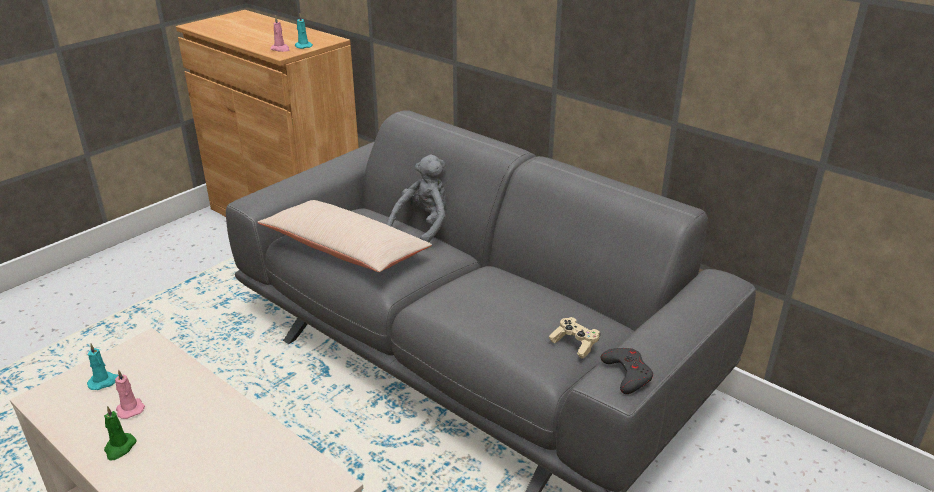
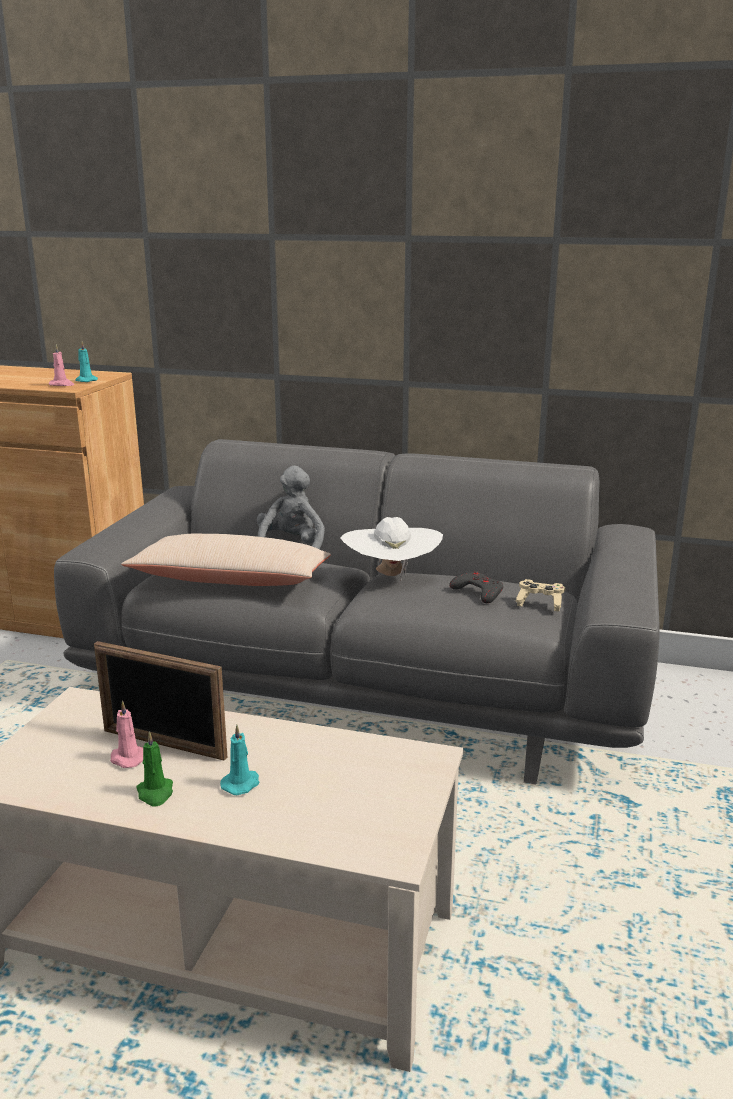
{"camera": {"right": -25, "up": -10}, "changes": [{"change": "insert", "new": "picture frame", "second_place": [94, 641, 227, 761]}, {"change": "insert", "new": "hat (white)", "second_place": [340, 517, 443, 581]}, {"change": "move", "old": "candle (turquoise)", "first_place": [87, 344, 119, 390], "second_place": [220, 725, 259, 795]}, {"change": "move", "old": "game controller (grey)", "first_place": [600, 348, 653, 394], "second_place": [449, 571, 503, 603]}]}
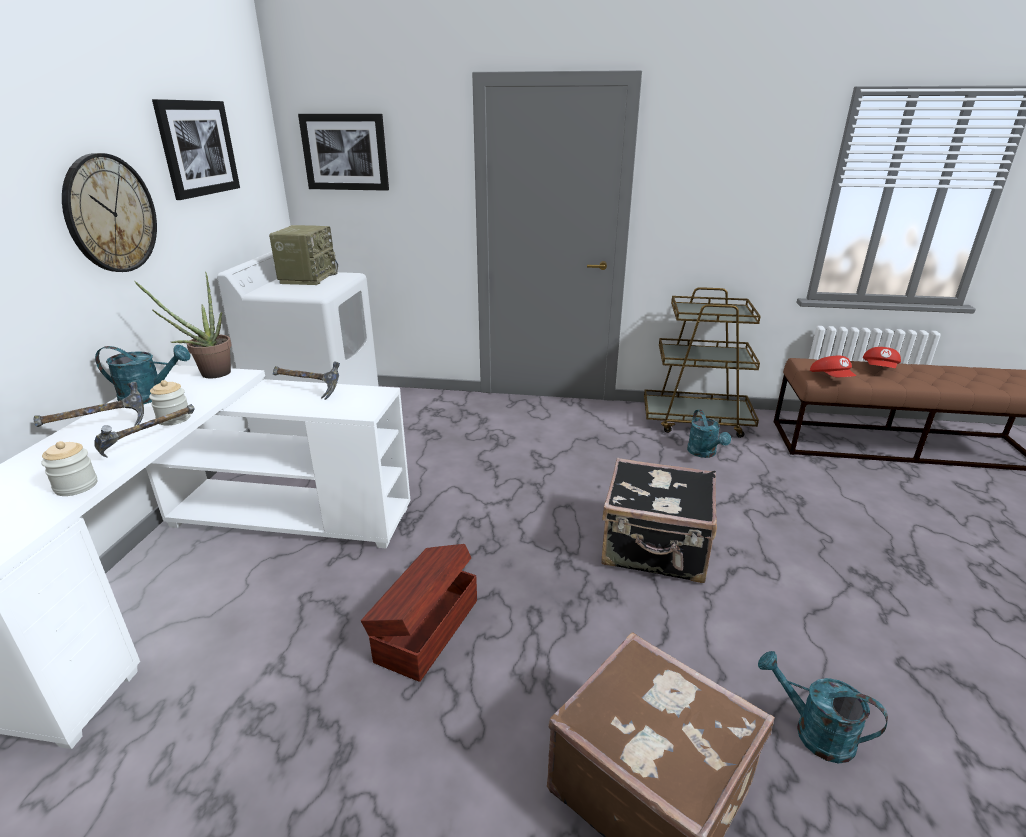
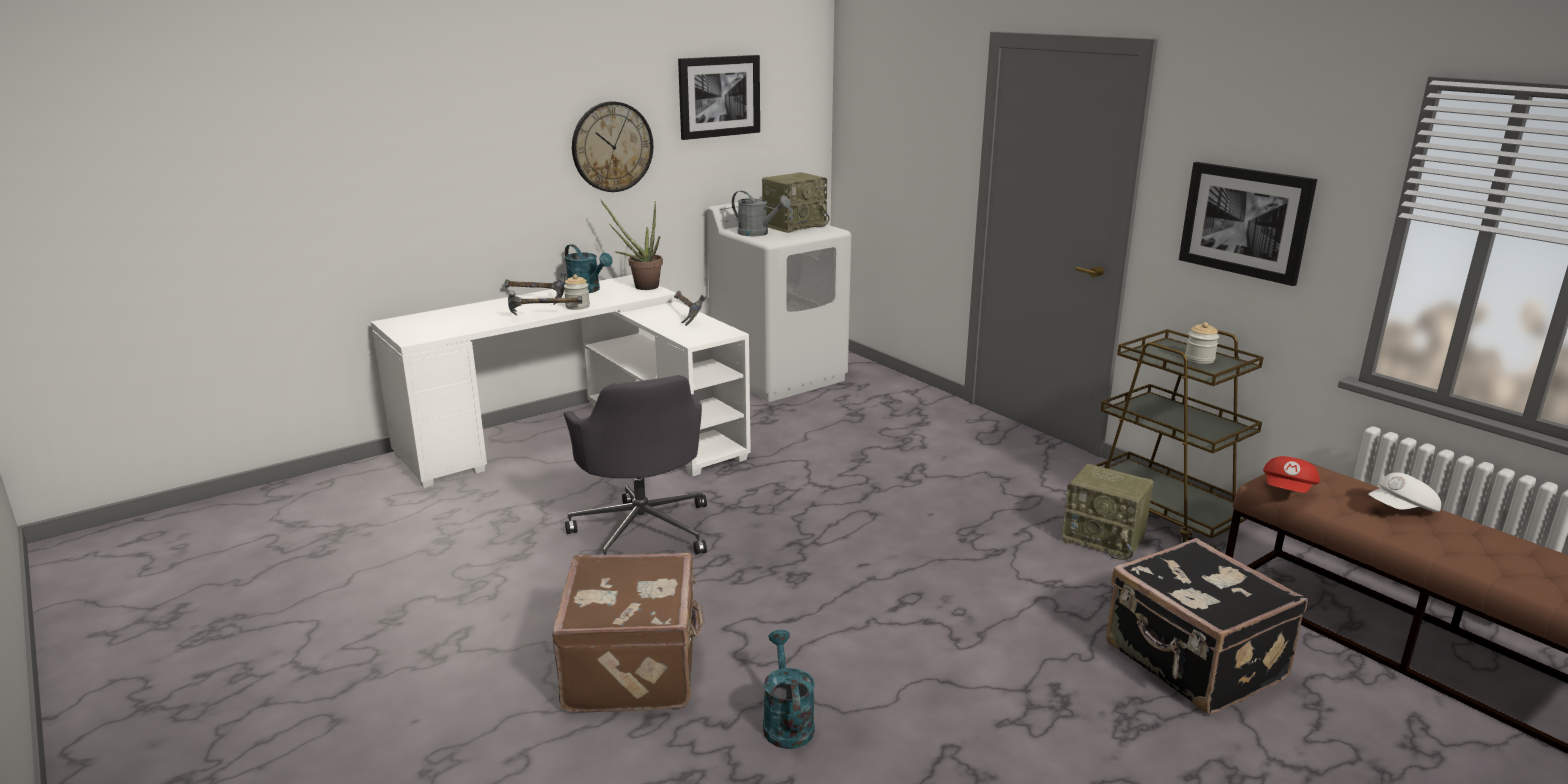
{"camera": {"right": 45, "up": -5}, "changes": [{"change": "insert", "new": "watering can (grey)", "second_place": [732, 191, 791, 236]}, {"change": "move", "old": "jar", "first_place": [42, 441, 97, 496], "second_place": [1185, 322, 1219, 364]}, {"change": "move", "old": "picture", "first_place": [298, 114, 389, 191], "second_place": [1179, 162, 1317, 286]}, {"change": "move", "old": "suitcase (black)", "first_place": [601, 458, 717, 583], "second_place": [1106, 538, 1308, 714]}, {"change": "replace", "old": "storage box (brown)", "new": "office chair (grey)", "first_place": [361, 544, 477, 682], "second_place": [563, 375, 707, 555]}, {"change": "replace", "old": "watering can (turquoise)", "new": "radio", "first_place": [687, 410, 731, 458], "second_place": [1062, 464, 1154, 561]}, {"change": "recolor", "old": "cap (red)", "new": "cap (white)", "first_place": [863, 347, 901, 368], "second_place": [1368, 472, 1441, 512]}]}
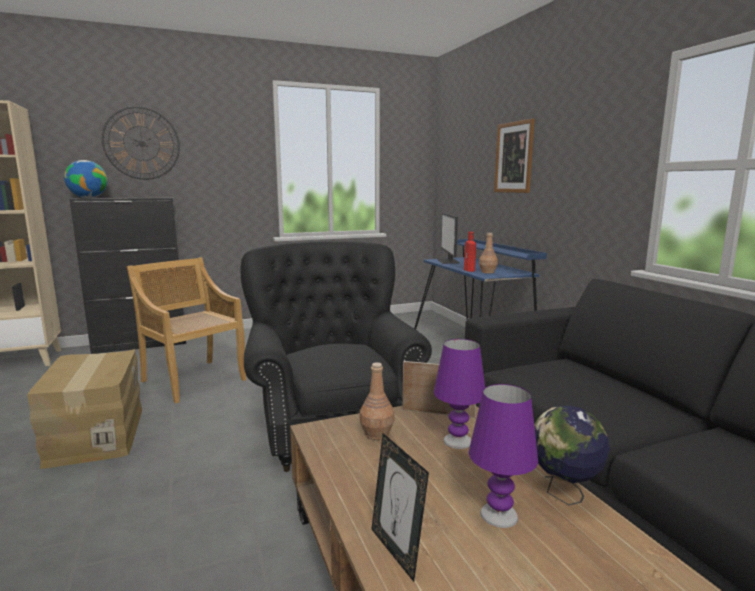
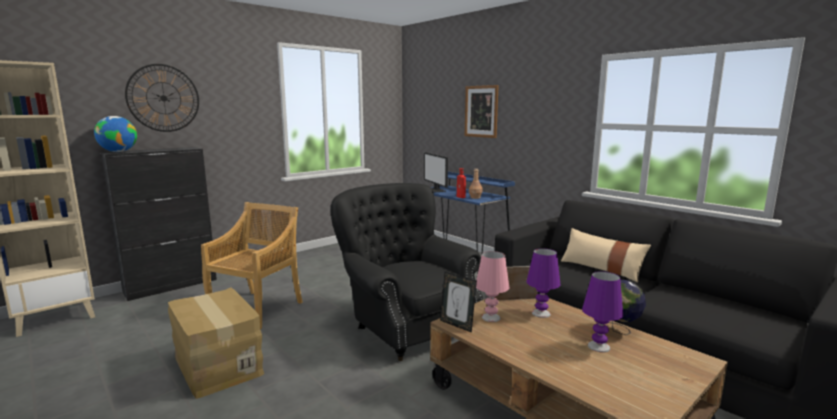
{"camera": {"right": -20, "up": 0}, "changes": [{"change": "insert", "new": "pillow (beige)", "second_place": [561, 228, 651, 282]}, {"change": "move", "old": "picture frame", "first_place": [371, 433, 429, 582], "second_place": [440, 272, 477, 333]}, {"change": "replace", "old": "bottle (brown)", "new": "table lamp (pink)", "first_place": [360, 362, 394, 440], "second_place": [476, 251, 509, 322]}, {"change": "rotate", "old": "chair (beige)", "first_place": [127, 257, 246, 403], "second_place": [201, 202, 303, 329], "degrees": 90}]}
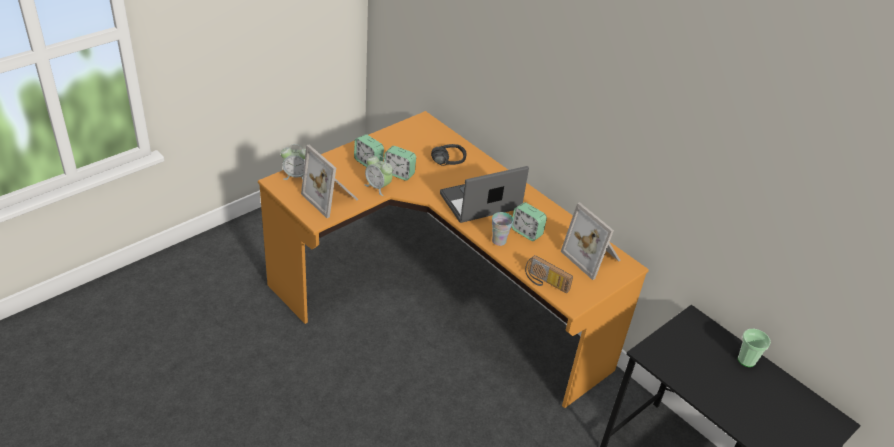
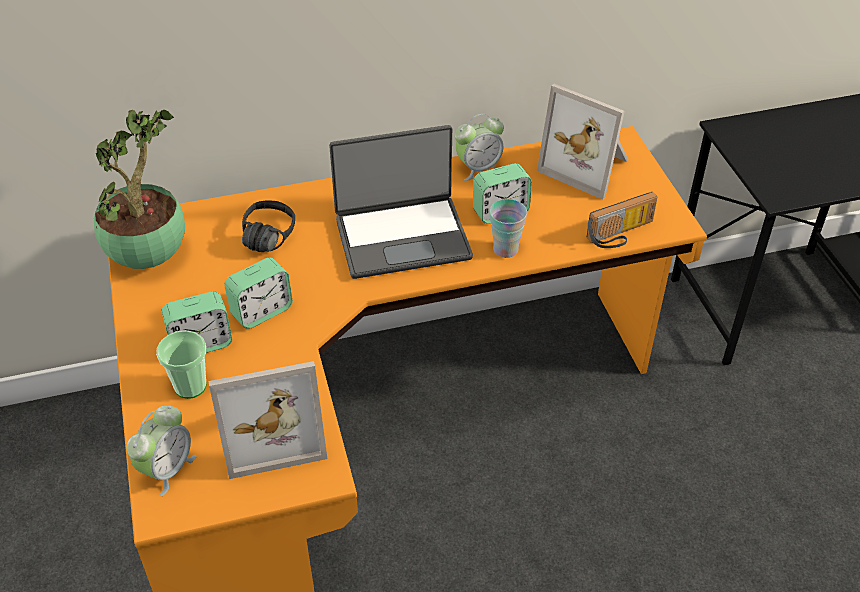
{"camera": {"right": -60, "up": 5}, "changes": [{"change": "insert", "new": "potted plant", "second_place": [94, 110, 185, 269]}, {"change": "move", "old": "alarm clock", "first_place": [365, 155, 393, 196], "second_place": [455, 114, 504, 181]}, {"change": "move", "old": "cup", "first_place": [738, 329, 771, 367], "second_place": [156, 330, 206, 399]}, {"change": "rotate", "old": "laptop", "first_place": [440, 166, 529, 223], "second_place": [329, 125, 473, 279], "degrees": -105}, {"change": "rotate", "old": "picture frame", "first_place": [560, 202, 621, 280], "second_place": [537, 84, 629, 200], "degrees": 45}]}
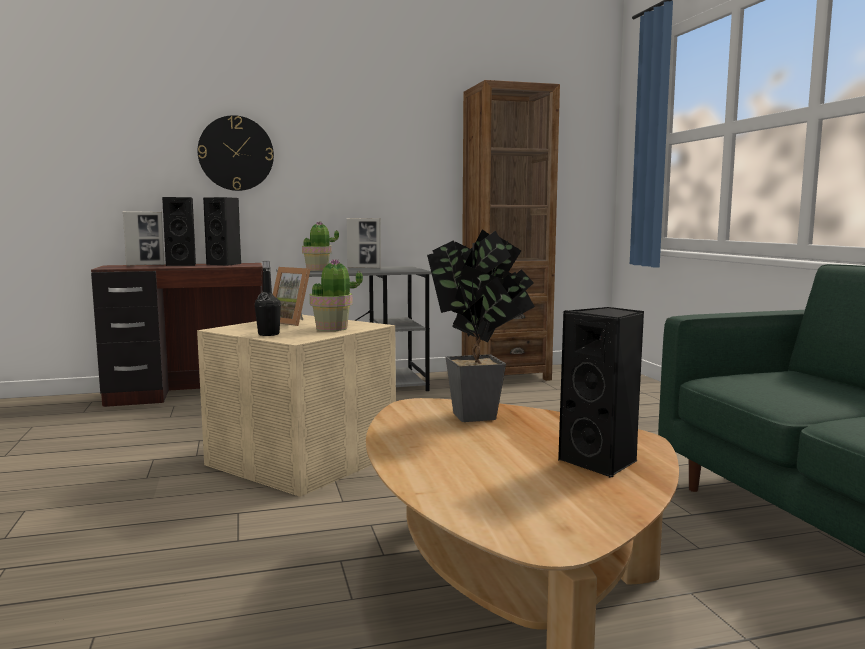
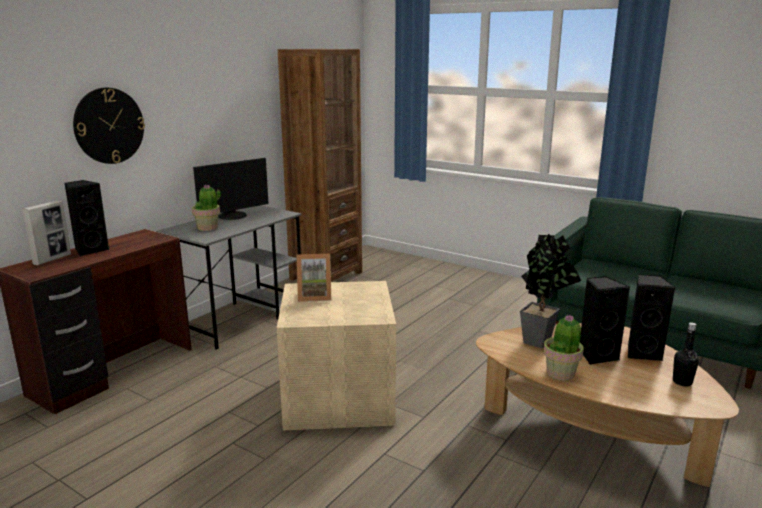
{"camera": {"right": -40, "up": 10}, "changes": [{"change": "move", "old": "speaker (black)", "first_place": [203, 197, 242, 266], "second_place": [580, 276, 630, 365]}, {"change": "move", "old": "bottle (black)", "first_place": [255, 261, 281, 336], "second_place": [673, 323, 699, 386]}, {"change": "move", "old": "potted plant", "first_place": [310, 259, 363, 331], "second_place": [544, 314, 584, 380]}, {"change": "replace", "old": "picture frame", "new": "monitor", "first_place": [347, 218, 381, 268], "second_place": [193, 158, 269, 220]}]}
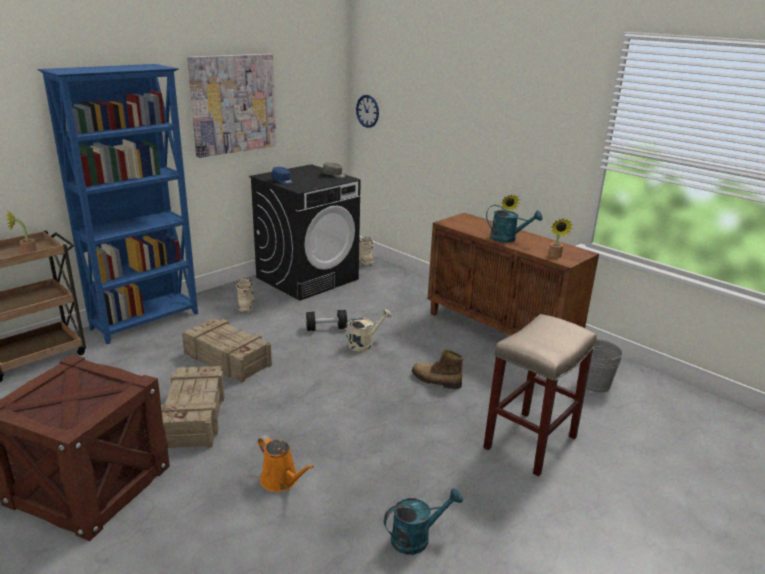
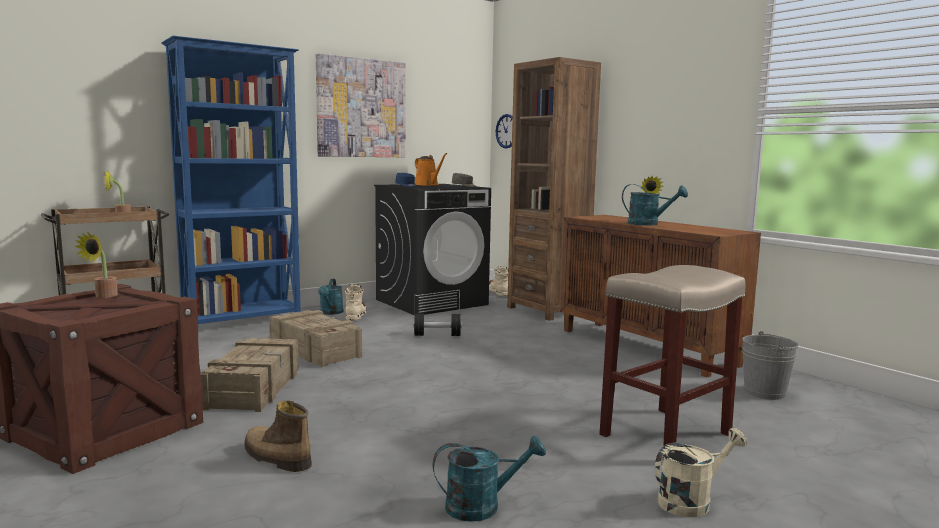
{"camera": {"right": 10, "up": -15}, "changes": [{"change": "insert", "new": "watering can (turquoise)", "second_place": [318, 279, 343, 315]}, {"change": "insert", "new": "bookcase (brown)", "second_place": [507, 57, 601, 321]}, {"change": "move", "old": "watering can (orange)", "first_place": [258, 435, 314, 492], "second_place": [415, 153, 447, 186]}, {"change": "move", "old": "watering can (beige)", "first_place": [345, 309, 391, 352], "second_place": [655, 428, 747, 517]}, {"change": "move", "old": "boot", "first_place": [412, 350, 463, 389], "second_place": [244, 401, 312, 472]}, {"change": "move", "old": "potted plant", "first_place": [549, 218, 573, 258], "second_place": [74, 232, 118, 298]}]}
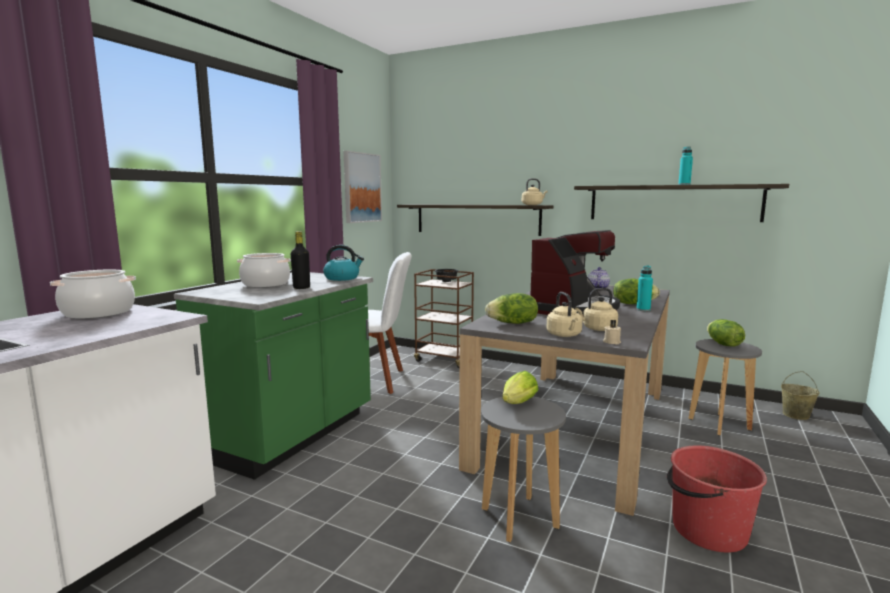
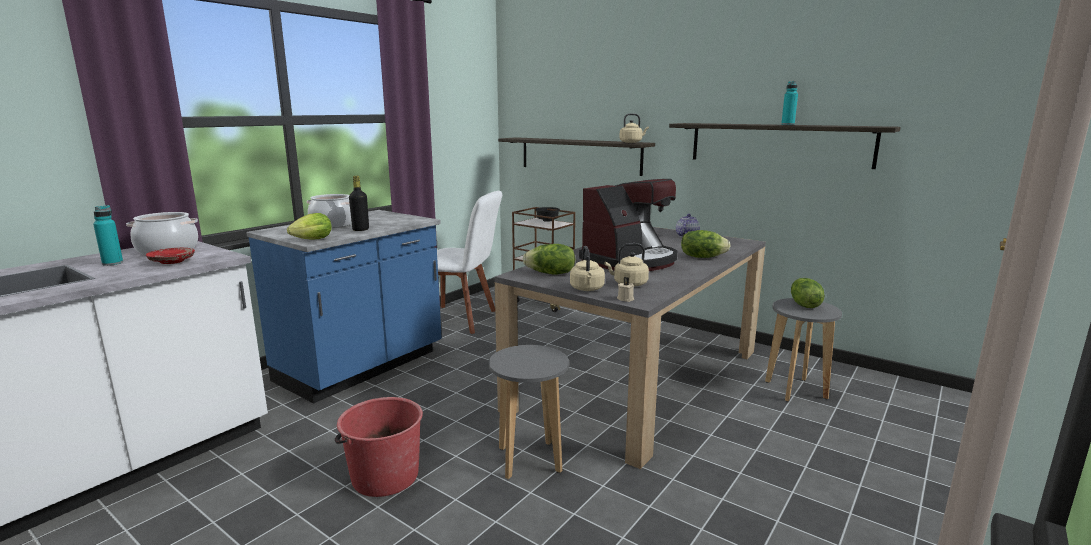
{"camera": {"right": 10, "up": 5}, "changes": [{"change": "delete", "old": "kettle", "first_place": [323, 245, 364, 281]}, {"change": "delete", "old": "picture", "first_place": [344, 151, 382, 223]}, {"change": "delete", "old": "bucket (beige)", "first_place": [781, 371, 820, 420]}, {"change": "insert", "new": "plate (red)", "second_place": [146, 248, 195, 264]}, {"change": "move", "old": "lettuce", "first_place": [502, 371, 539, 404], "second_place": [287, 213, 332, 240]}, {"change": "move", "old": "bottle (turquoise)", "first_place": [636, 266, 653, 311], "second_place": [93, 205, 123, 266]}, {"change": "move", "old": "bucket (red)", "first_place": [667, 445, 767, 552], "second_place": [335, 397, 423, 497]}, {"change": "recolor", "old": "counter (green)", "new": "counter (blue)", "first_place": [174, 272, 373, 480], "second_place": [246, 210, 442, 403]}]}
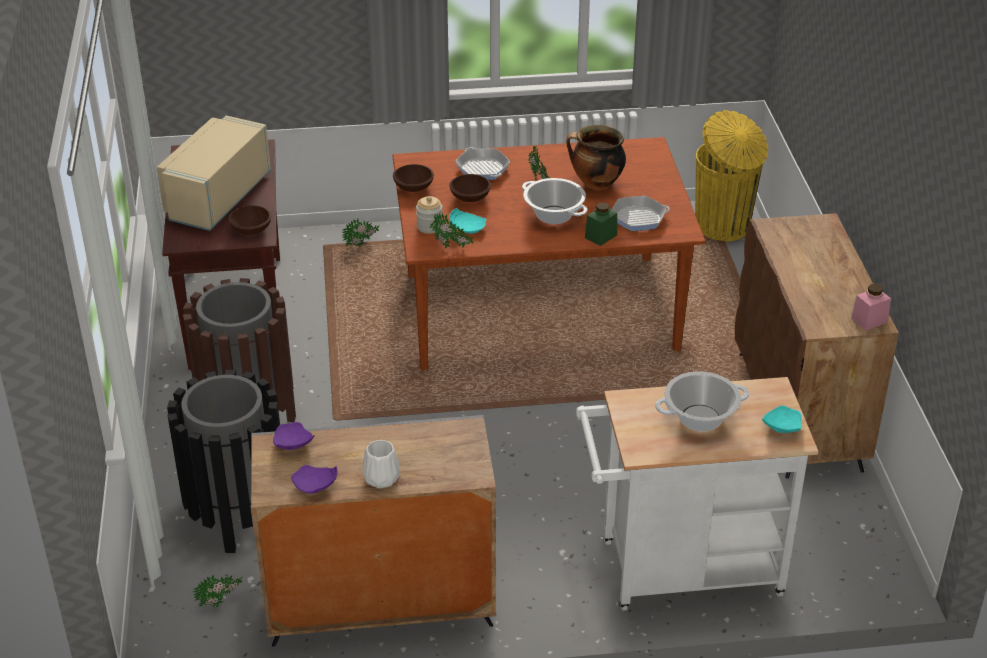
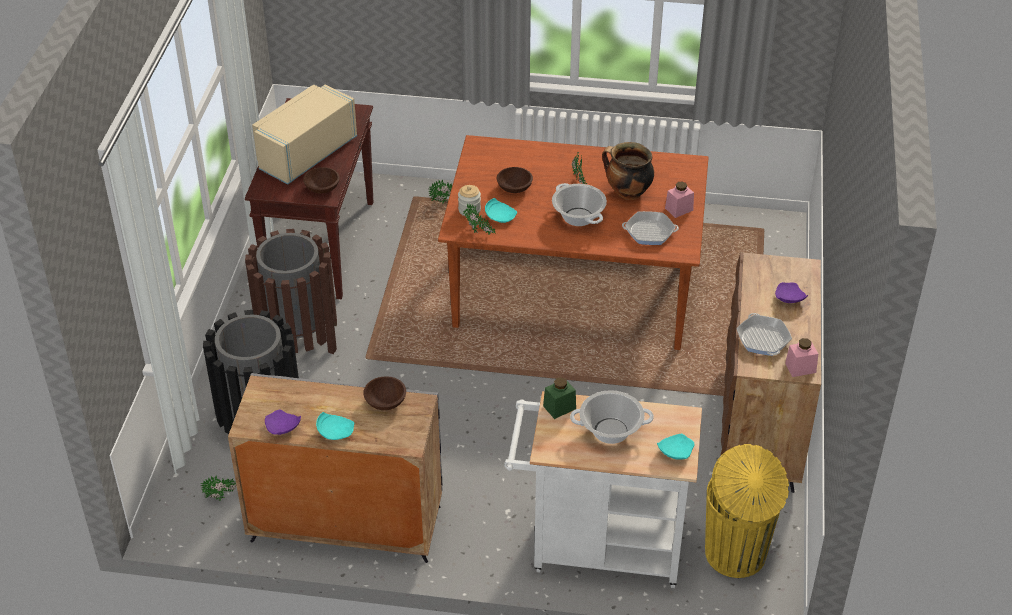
{"camera": {"right": 15, "up": 5}, "changes": [{"change": "insert", "new": "jar (pink)", "second_place": [665, 181, 694, 218]}, {"change": "move", "old": "plate (purple)", "first_place": [273, 422, 314, 450], "second_place": [775, 282, 808, 303]}, {"change": "move", "old": "bowl (brown)", "first_place": [393, 164, 434, 192], "second_place": [363, 376, 406, 410]}, {"change": "move", "old": "frying pan", "first_place": [455, 147, 510, 180], "second_place": [736, 313, 792, 356]}, {"change": "move", "old": "jar (green)", "first_place": [585, 202, 617, 246], "second_place": [543, 377, 576, 419]}, {"change": "move", "old": "trash can (yellow)", "first_place": [695, 110, 768, 242], "second_place": [705, 444, 789, 578]}, {"change": "replace", "old": "vase (white)", "new": "plate (turquoise)", "first_place": [362, 440, 400, 488], "second_place": [316, 412, 354, 440]}]}
